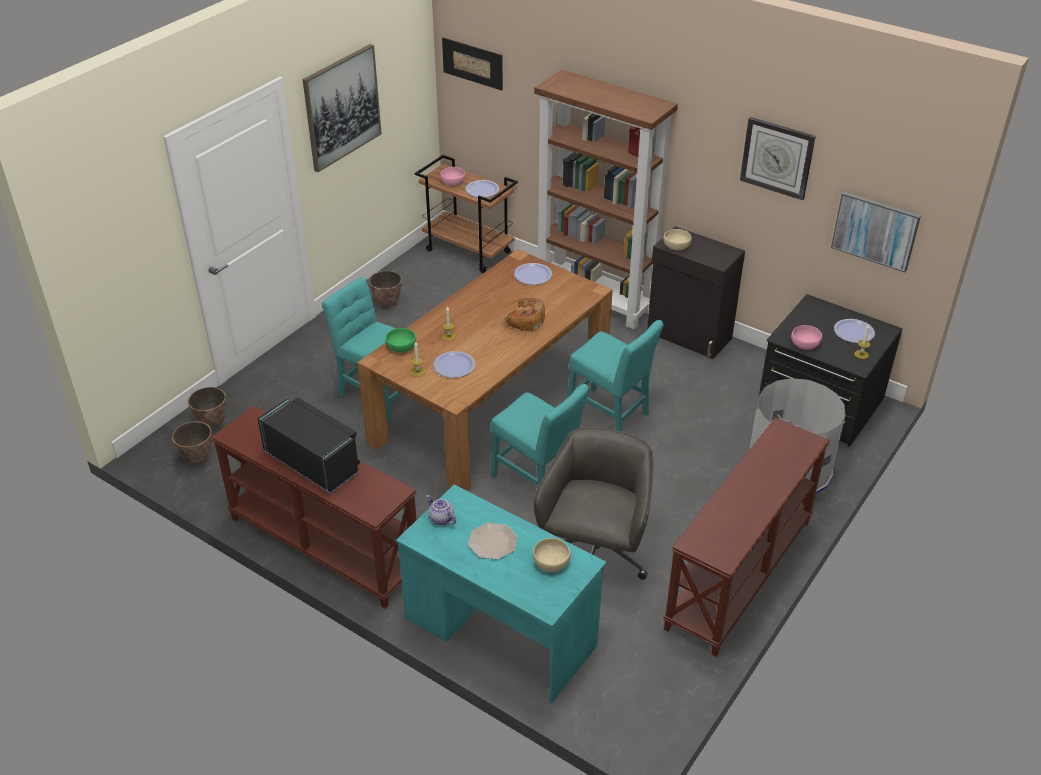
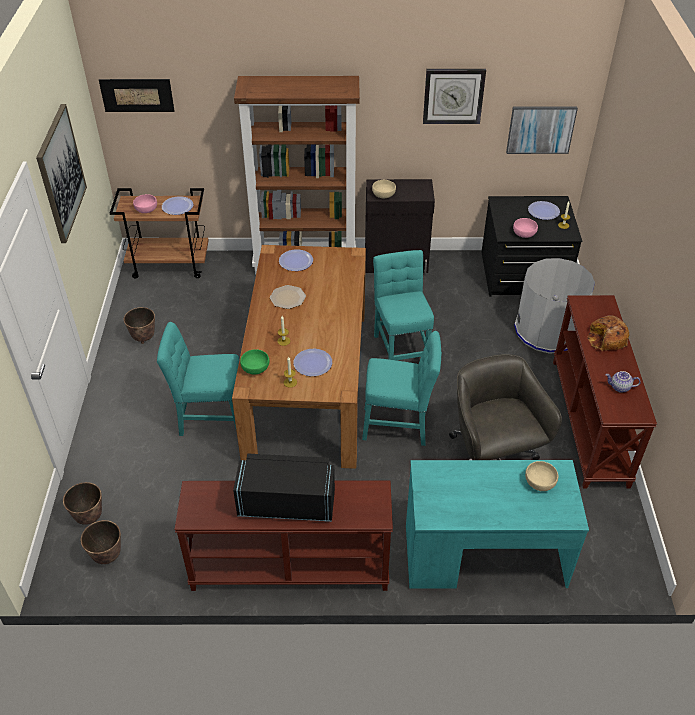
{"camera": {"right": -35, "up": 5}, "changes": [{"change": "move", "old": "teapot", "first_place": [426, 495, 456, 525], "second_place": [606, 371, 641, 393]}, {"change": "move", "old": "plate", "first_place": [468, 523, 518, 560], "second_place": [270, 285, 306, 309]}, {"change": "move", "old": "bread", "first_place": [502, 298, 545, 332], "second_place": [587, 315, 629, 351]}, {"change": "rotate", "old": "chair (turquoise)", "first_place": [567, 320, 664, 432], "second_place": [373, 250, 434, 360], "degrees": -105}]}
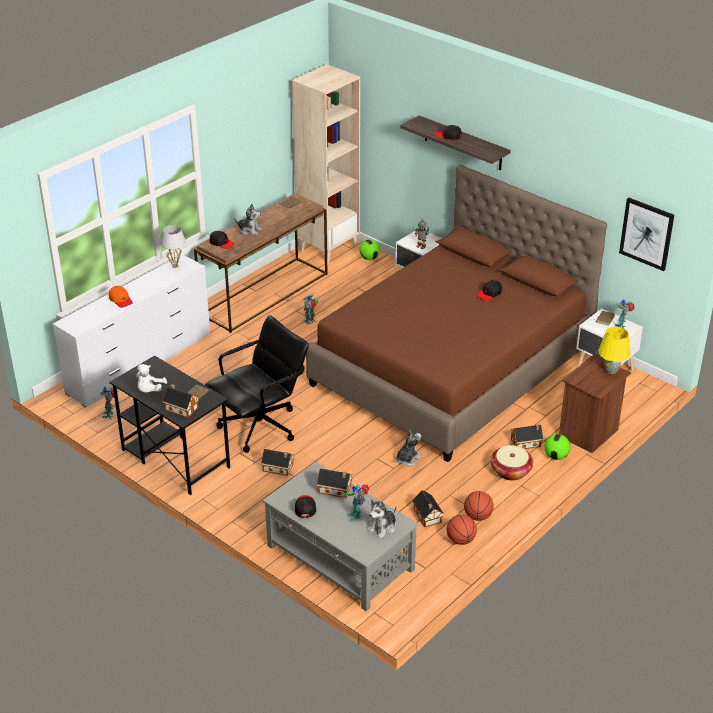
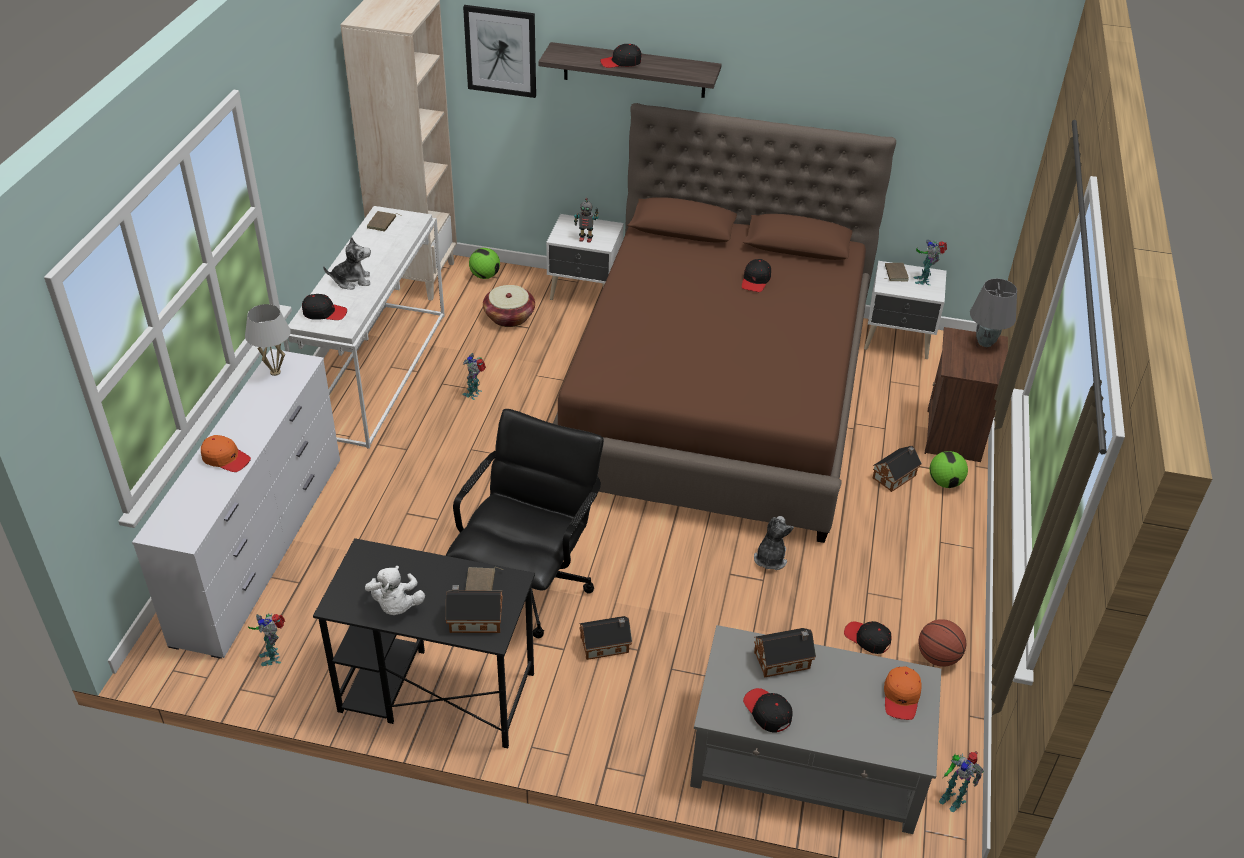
{"camera": {"right": -30, "up": 5}, "changes": [{"change": "delete", "old": "basketball", "first_place": [464, 491, 494, 521]}, {"change": "move", "old": "toy robot", "first_place": [344, 484, 369, 522], "second_place": [939, 751, 984, 812]}, {"change": "move", "old": "basket", "first_place": [491, 445, 533, 480], "second_place": [483, 285, 535, 327]}, {"change": "move", "old": "picture", "first_place": [619, 197, 674, 271], "second_place": [463, 5, 536, 98]}, {"change": "replace", "old": "plush toy", "new": "cap (orange)", "first_place": [367, 499, 397, 539], "second_place": [884, 666, 922, 720]}, {"change": "replace", "old": "toy house", "new": "cap (black)", "first_place": [412, 490, 444, 527], "second_place": [844, 621, 892, 654]}, {"change": "recolor", "old": "console table (brown)", "new": "console table (white)", "first_place": [194, 193, 328, 333], "second_place": [284, 206, 445, 449]}, {"change": "recolor", "old": "table lamp (yellow)", "new": "table lamp (grey)", "first_place": [598, 327, 630, 374], "second_place": [970, 279, 1017, 347]}]}
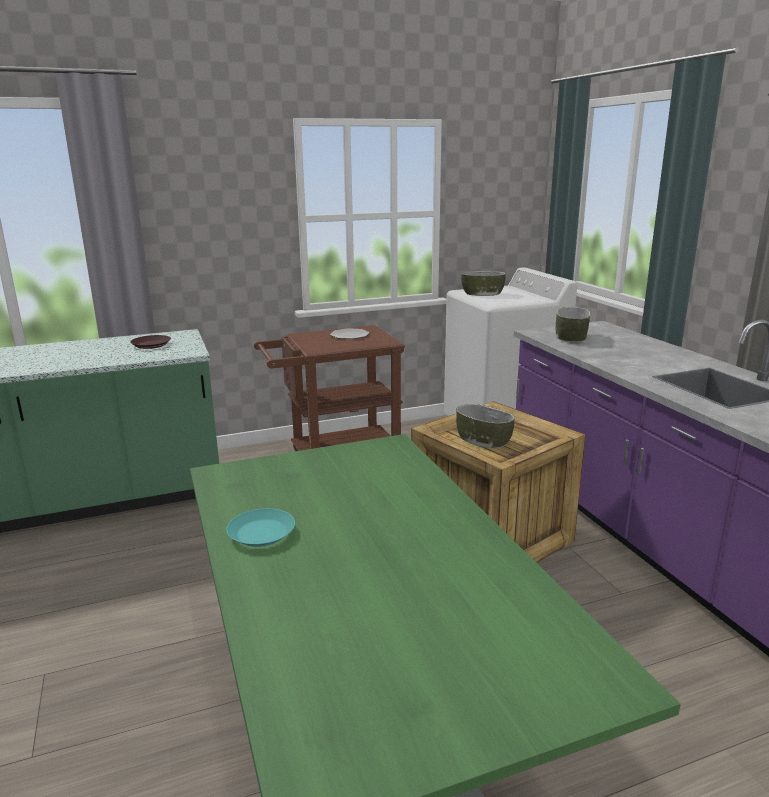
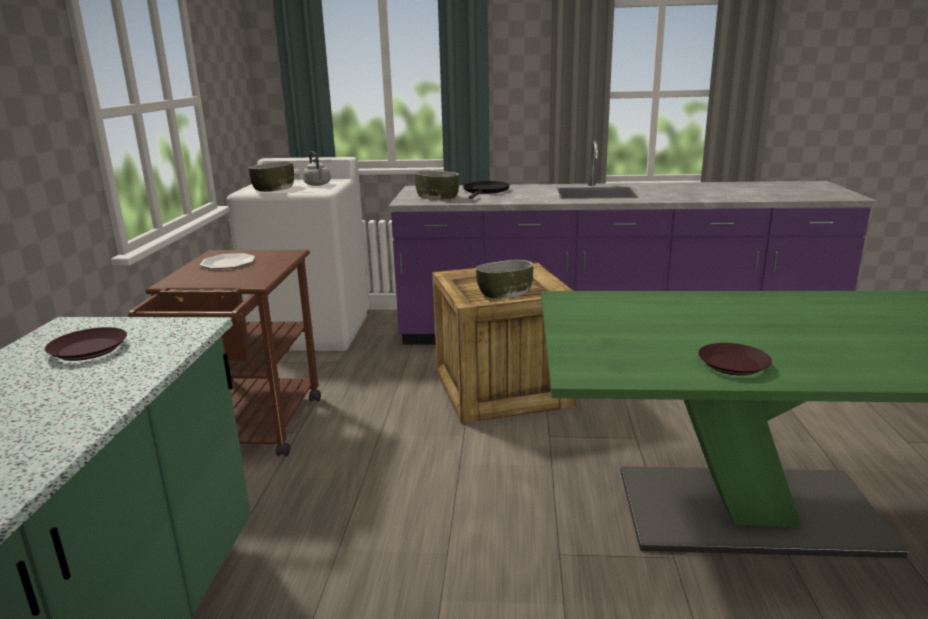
{"camera": {"right": -65, "up": 0}, "changes": [{"change": "insert", "new": "kettle (grey)", "second_place": [303, 151, 330, 186]}, {"change": "insert", "new": "frying pan (black)", "second_place": [463, 181, 510, 199]}, {"change": "recolor", "old": "plate (turquoise)", "new": "plate (brown)", "first_place": [226, 508, 295, 547], "second_place": [698, 343, 772, 376]}]}
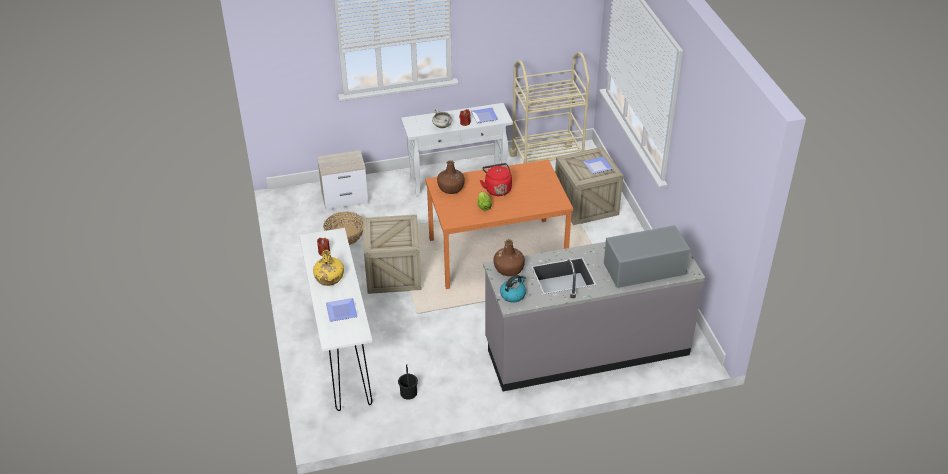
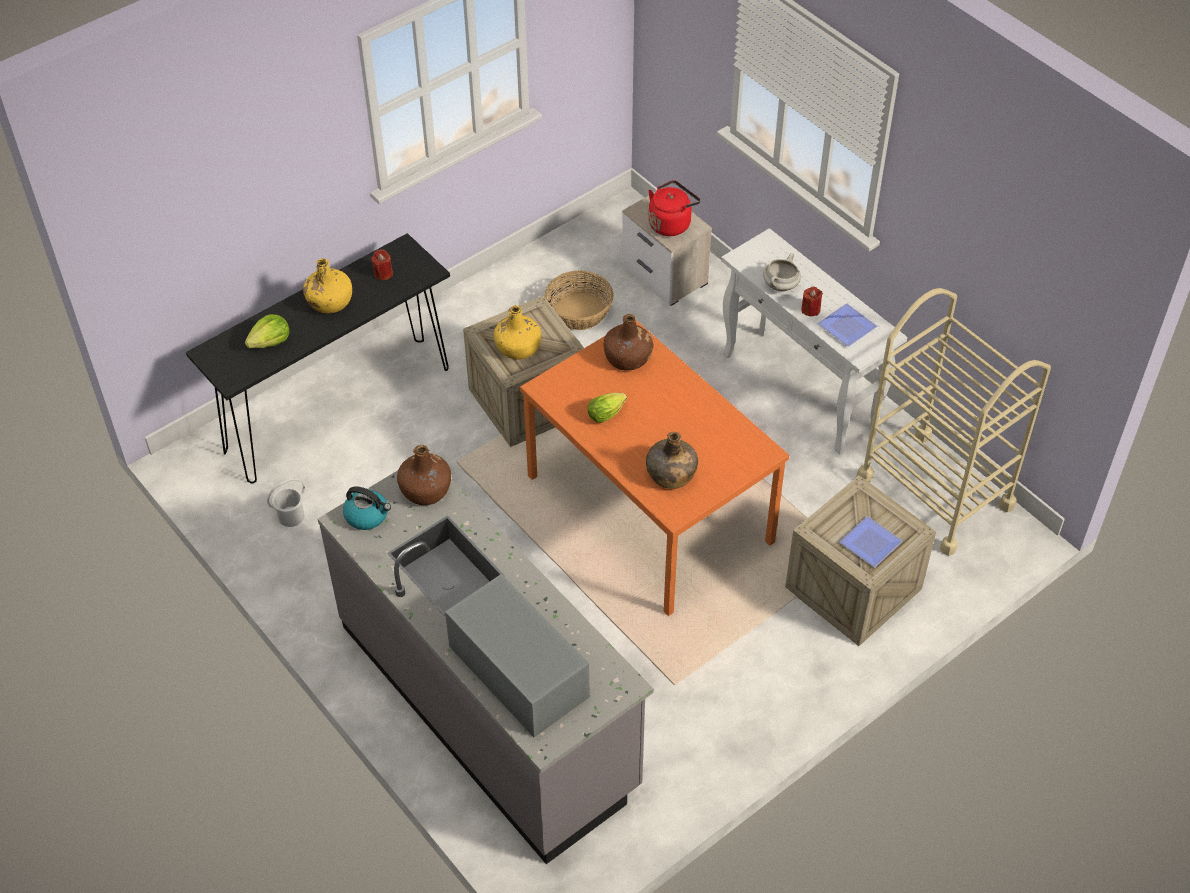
{"camera": {"right": 65, "up": 10}, "changes": [{"change": "insert", "new": "bottle (yellow)", "second_place": [494, 305, 541, 360]}, {"change": "insert", "new": "bottle (green)", "second_place": [646, 432, 698, 489]}, {"change": "move", "old": "kettle (red)", "first_place": [480, 163, 512, 196], "second_place": [649, 180, 700, 236]}, {"change": "replace", "old": "plate", "new": "lettuce", "first_place": [326, 298, 358, 322], "second_place": [245, 314, 289, 348]}, {"change": "recolor", "old": "console table (white)", "new": "console table (black)", "first_place": [299, 228, 373, 411], "second_place": [186, 233, 450, 483]}, {"change": "recolor", "old": "bucket (black)", "new": "bucket (white)", "first_place": [398, 364, 418, 400], "second_place": [267, 479, 305, 527]}]}
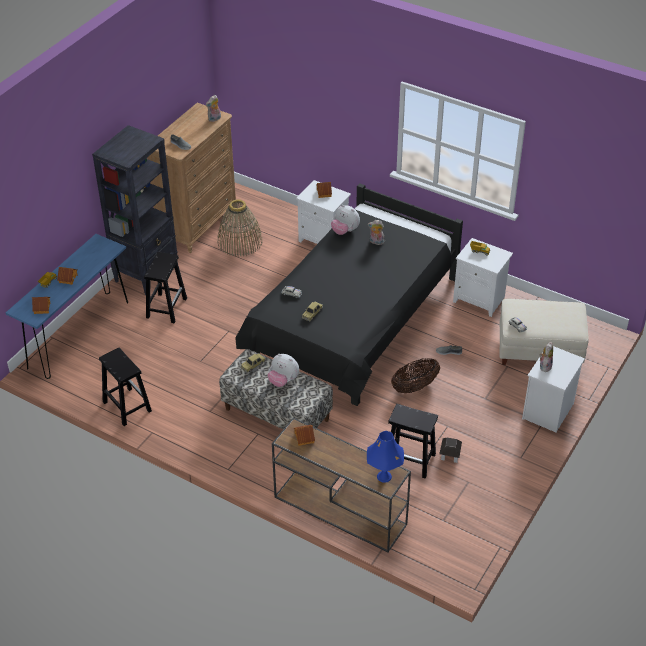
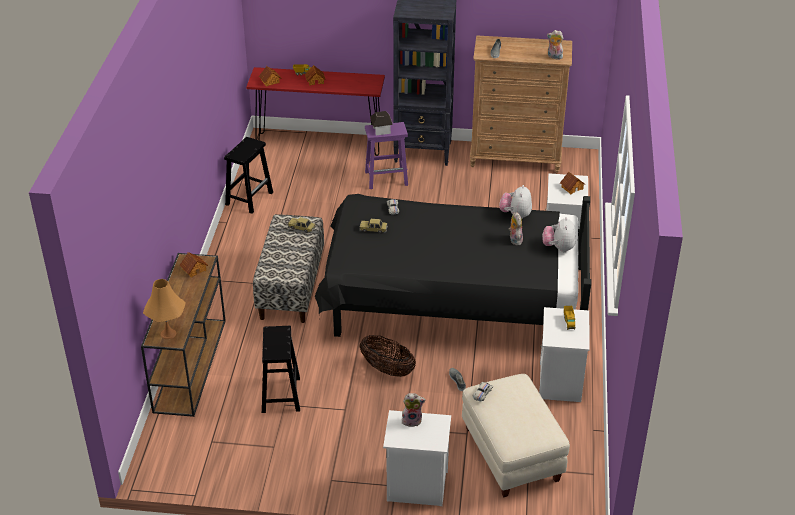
{"camera": {"right": 65, "up": -5}, "changes": [{"change": "delete", "old": "basket", "first_place": [217, 199, 263, 257]}, {"change": "move", "old": "plush toy", "first_place": [267, 354, 299, 387], "second_place": [543, 217, 576, 252]}, {"change": "move", "old": "toy house", "first_place": [439, 438, 462, 463], "second_place": [370, 111, 393, 135]}, {"change": "recolor", "old": "console table (blue)", "new": "console table (red)", "first_place": [6, 234, 128, 379], "second_place": [246, 67, 385, 156]}, {"change": "recolor", "old": "stool (black)", "new": "stool (purple)", "first_place": [144, 252, 187, 323], "second_place": [365, 122, 408, 189]}, {"change": "recolor", "old": "table lamp (blue)", "new": "table lamp (orange)", "first_place": [367, 431, 404, 483], "second_place": [143, 279, 186, 339]}]}
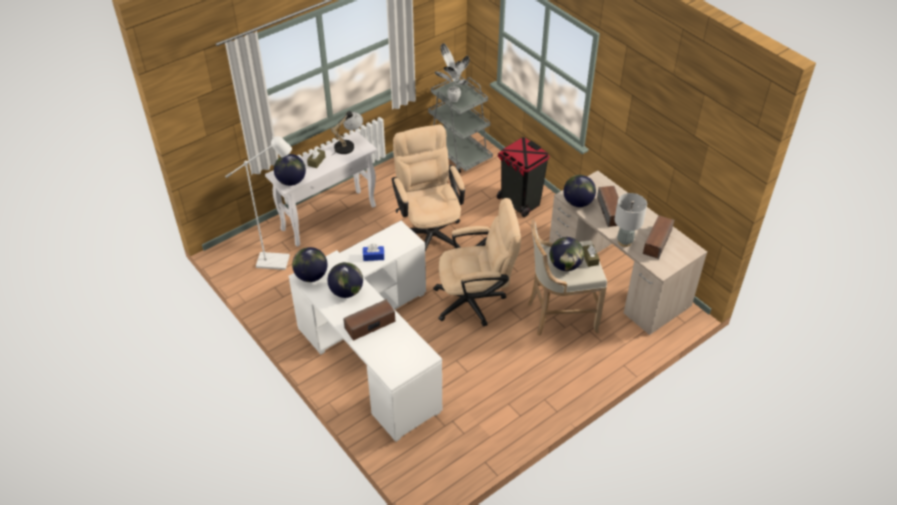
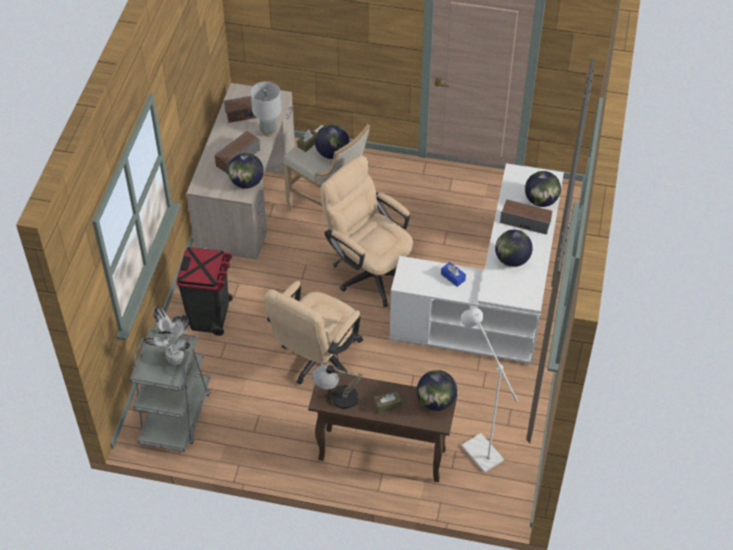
{"camera": {"right": -130, "up": 5}, "changes": [{"change": "move", "old": "globe", "first_place": [292, 247, 328, 282], "second_place": [525, 171, 561, 207]}, {"change": "recolor", "old": "console table (white)", "new": "console table (brown)", "first_place": [265, 131, 377, 247], "second_place": [308, 374, 458, 482]}]}
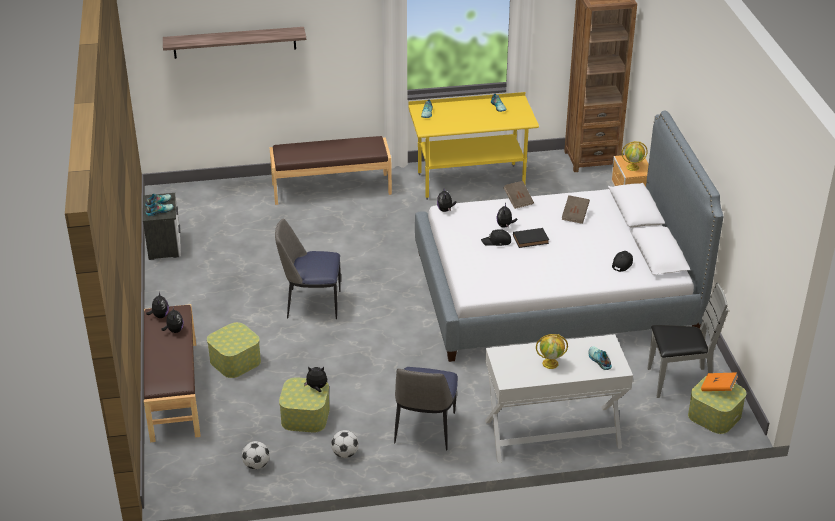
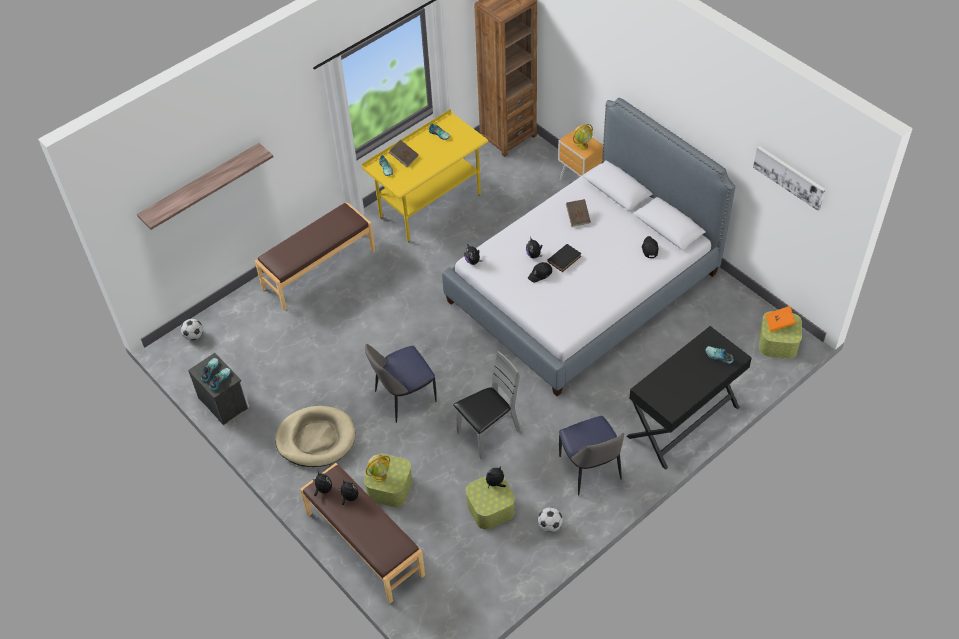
{"camera": {"right": -30, "up": 15}, "changes": [{"change": "insert", "new": "dog bed (beige)", "second_place": [276, 406, 355, 467]}, {"change": "insert", "new": "picture", "second_place": [753, 146, 826, 211]}, {"change": "move", "old": "football", "first_place": [242, 441, 270, 469], "second_place": [181, 319, 203, 340]}, {"change": "move", "old": "book (brown)", "first_place": [504, 181, 534, 209], "second_place": [389, 140, 419, 167]}, {"change": "move", "old": "globe", "first_place": [536, 334, 568, 369], "second_place": [366, 455, 390, 482]}, {"change": "move", "old": "chair (grey)", "first_place": [647, 283, 728, 398], "second_place": [453, 351, 520, 459]}, {"change": "recolor", "old": "console table (white)", "new": "console table (black)", "first_place": [485, 334, 633, 463], "second_place": [627, 326, 752, 470]}]}
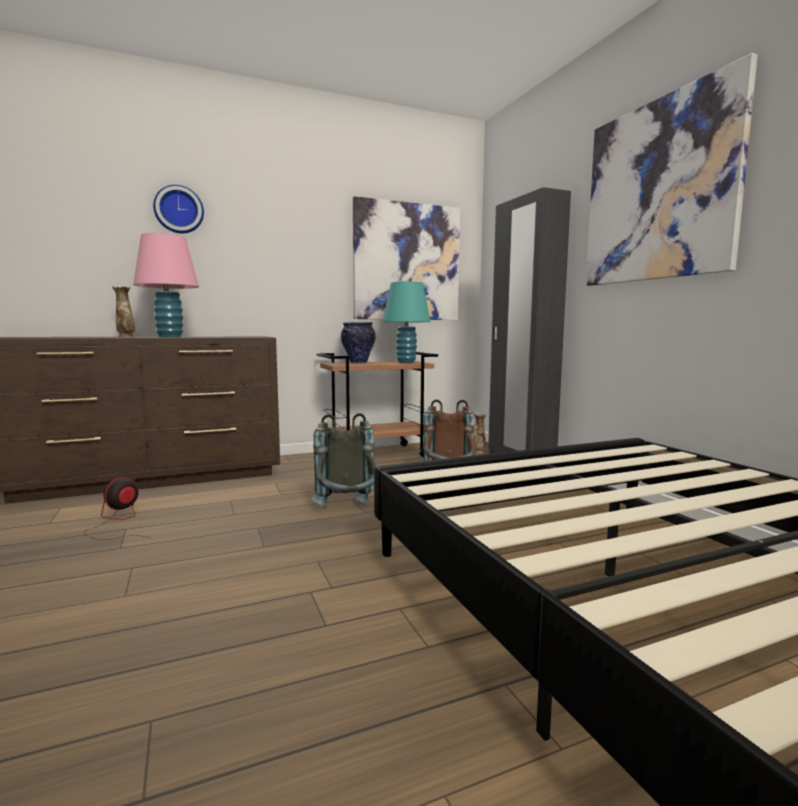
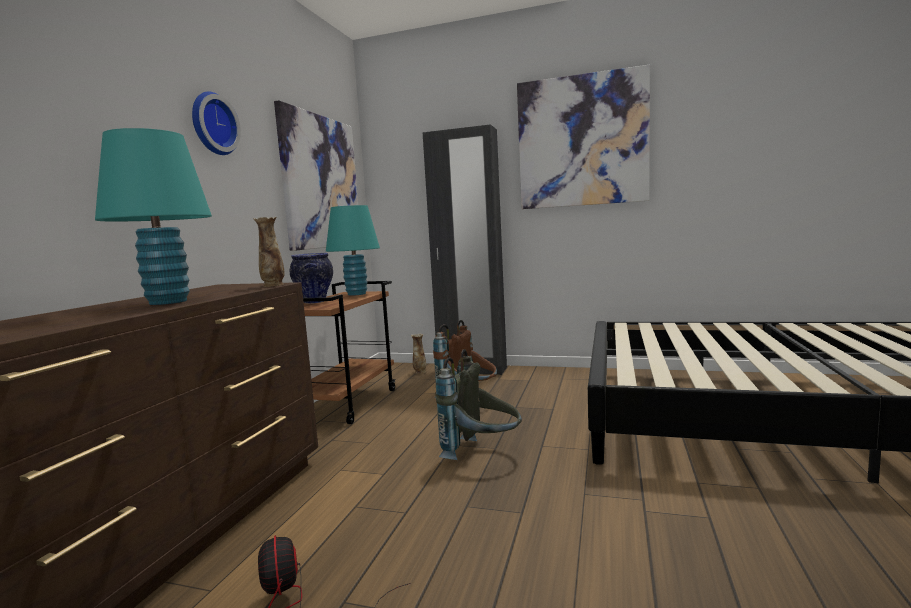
{"camera": {"right": -50, "up": 0}, "changes": [{"change": "move", "old": "vase", "first_place": [112, 286, 135, 337], "second_place": [253, 217, 284, 287]}, {"change": "move", "old": "wall clock", "first_place": [153, 185, 204, 233], "second_place": [192, 92, 241, 155]}, {"change": "recolor", "old": "table lamp (pink)", "new": "table lamp (turquoise)", "first_place": [133, 233, 199, 337], "second_place": [95, 128, 212, 305]}]}
